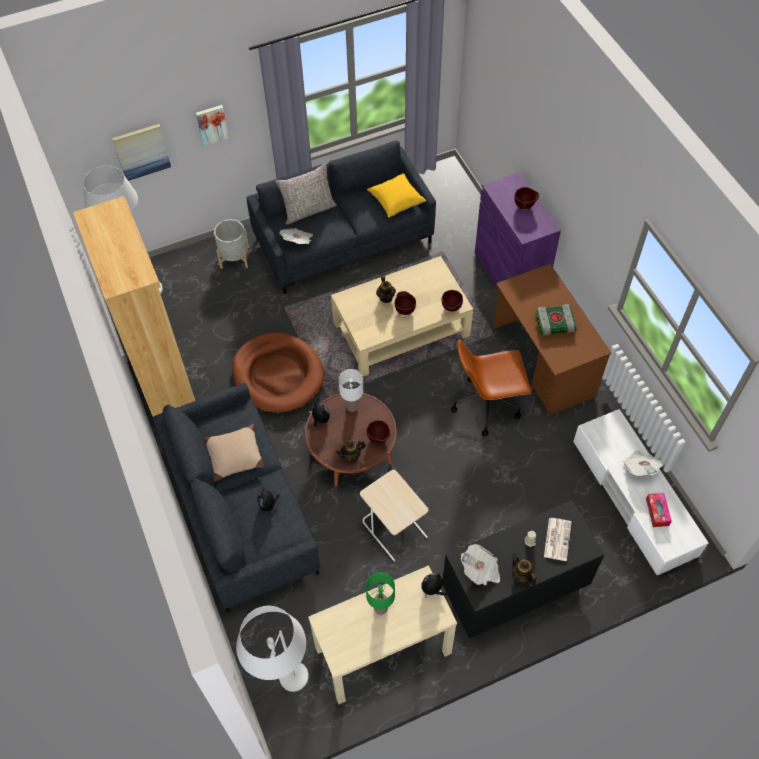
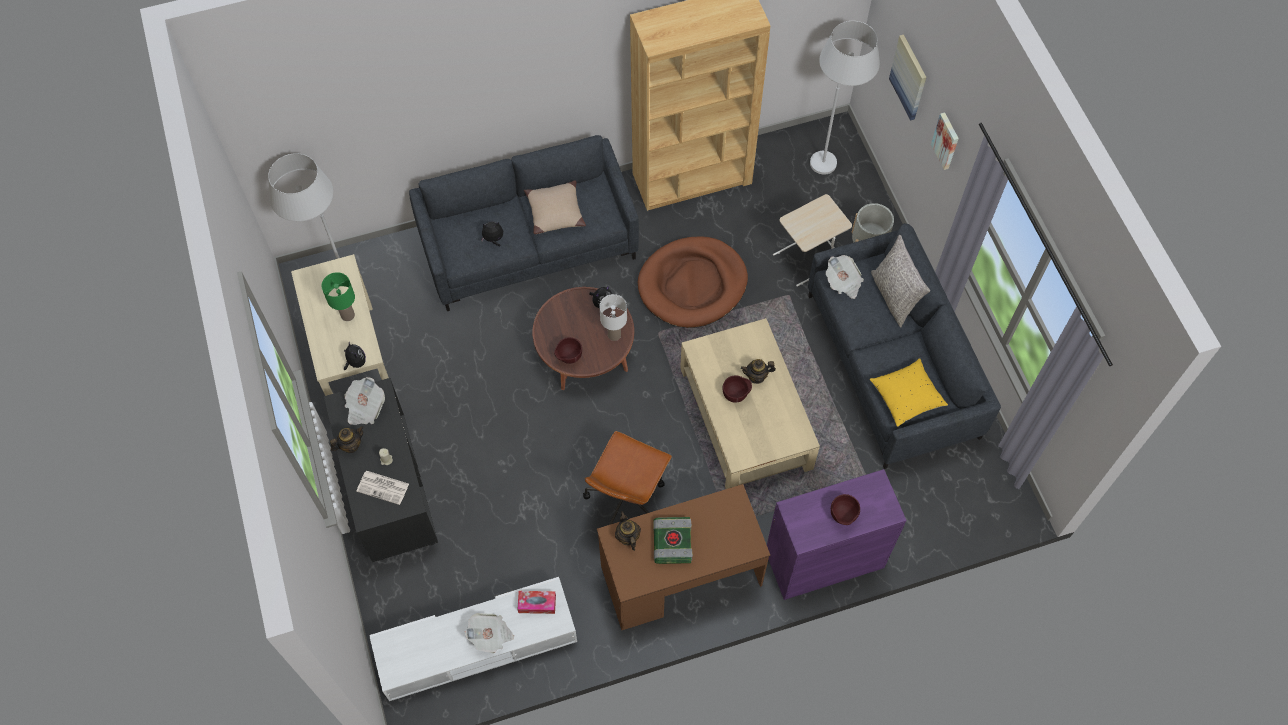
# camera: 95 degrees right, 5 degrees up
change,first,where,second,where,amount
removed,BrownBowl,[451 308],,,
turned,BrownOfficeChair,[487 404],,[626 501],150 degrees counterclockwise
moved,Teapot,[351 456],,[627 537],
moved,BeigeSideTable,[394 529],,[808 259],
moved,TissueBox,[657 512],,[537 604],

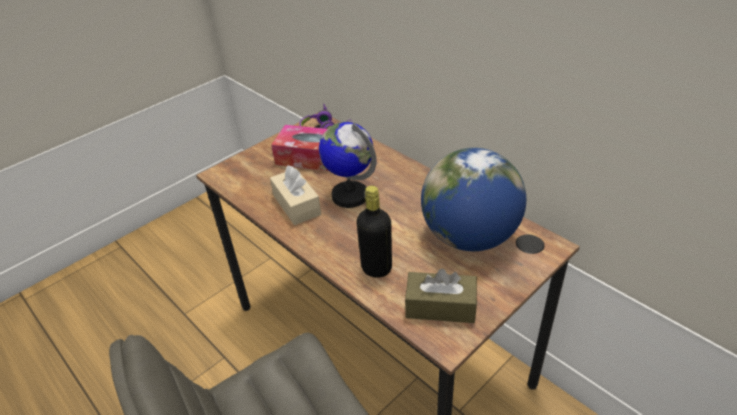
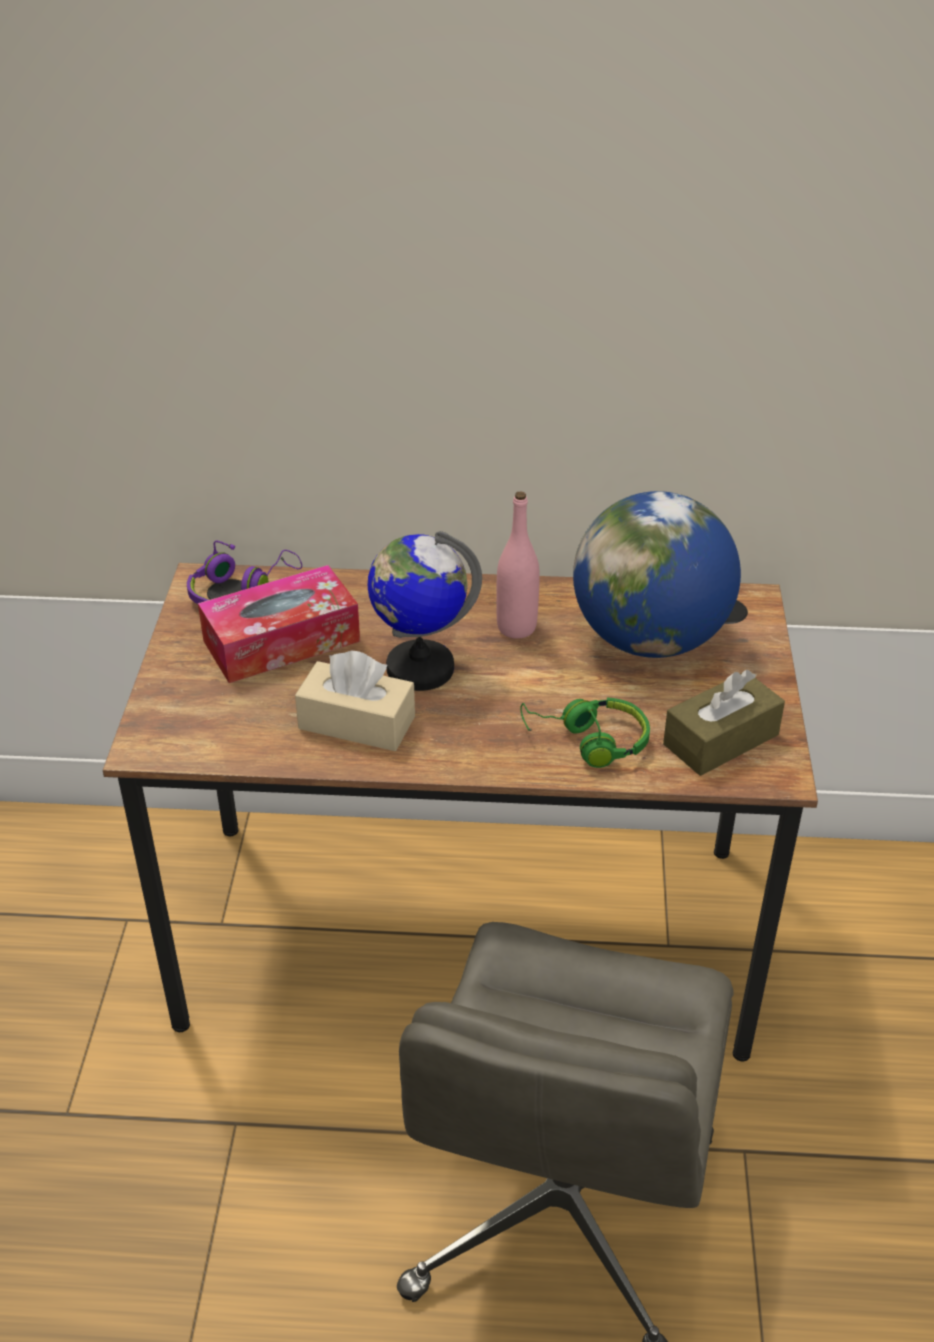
# camera: 45 degrees left, 0 degrees up
change,first,where,second,where,amount
replaced,BlackBottle,[376 268],GreenHeadphones,[588 741],
added,,,PinkBottle,[516 627],

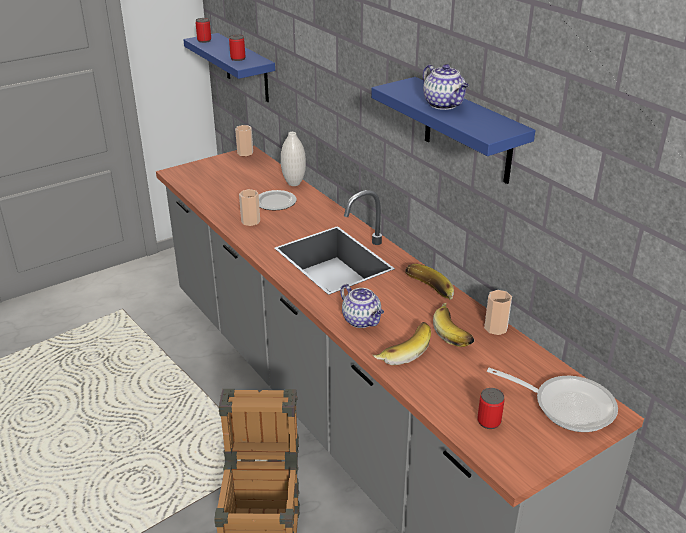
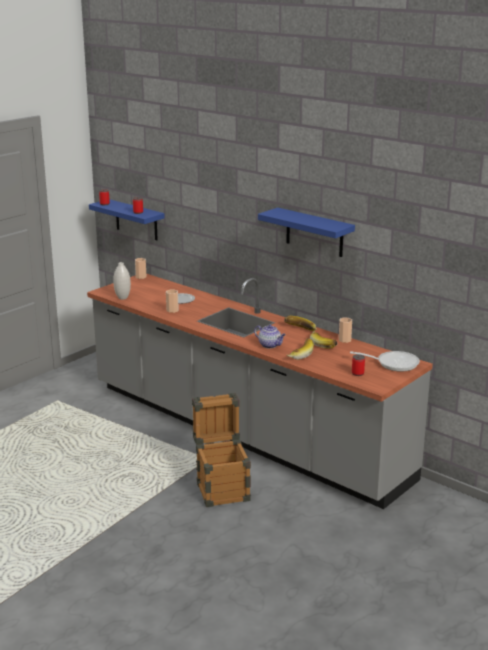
# camera: 15 degrees left, 10 degrees down
change,first,where,second,where,amount
removed,Teapot,[444 105],,,
moved,WhiteVase,[294 183],,[122 298],

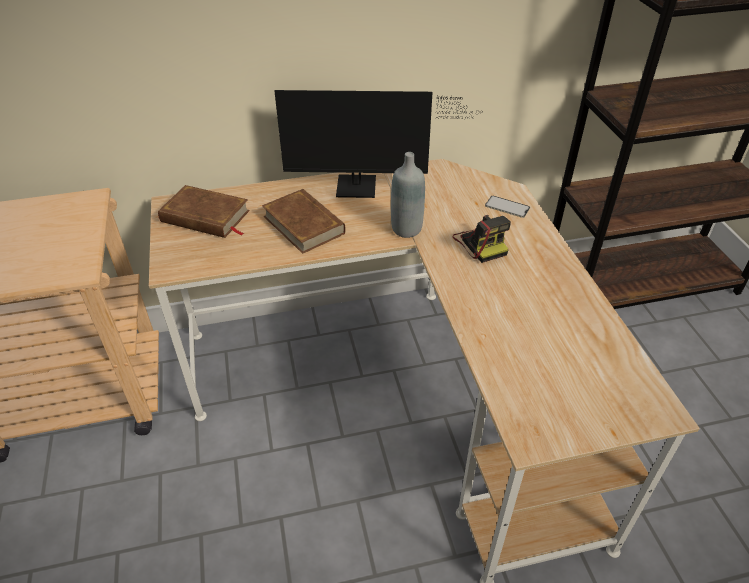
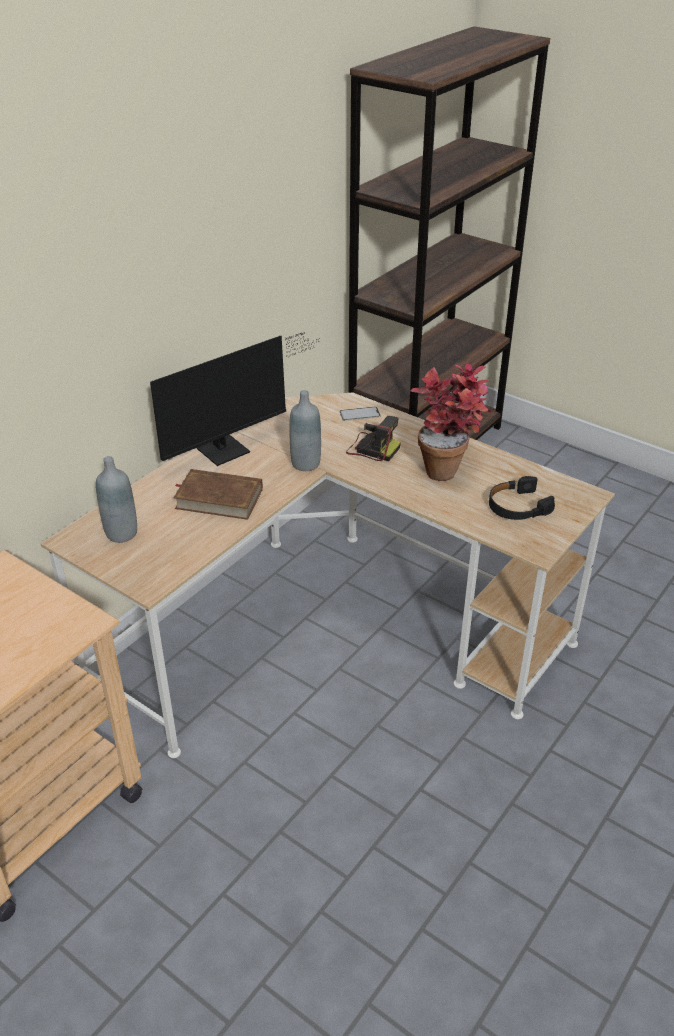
# camera: 40 degrees left, 5 degrees down
change,first,where,second,where,amount
replaced,BrownBook,[205 217],GreyBottle,[121 533],
added,,,PottedPlant,[449 468],
added,,,BlackHeadphones,[517 507],

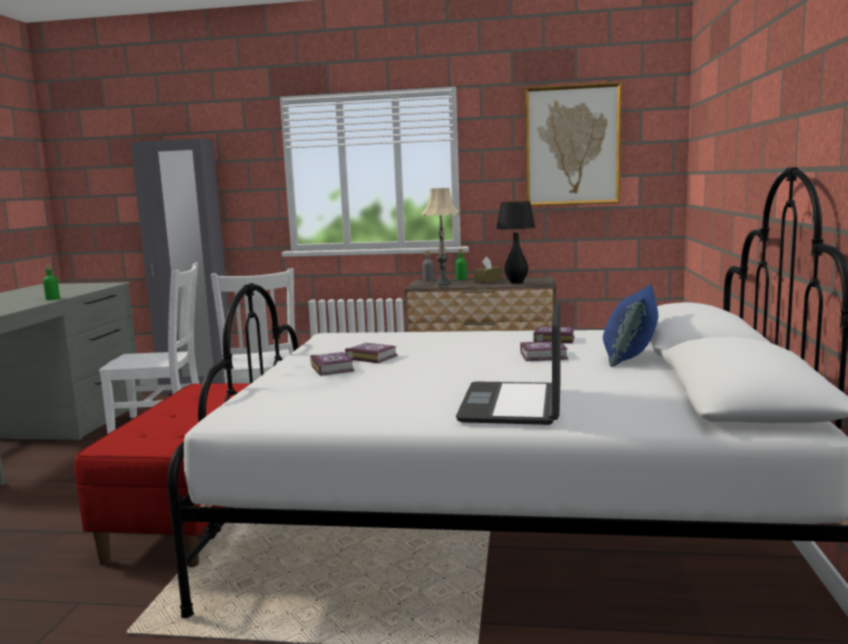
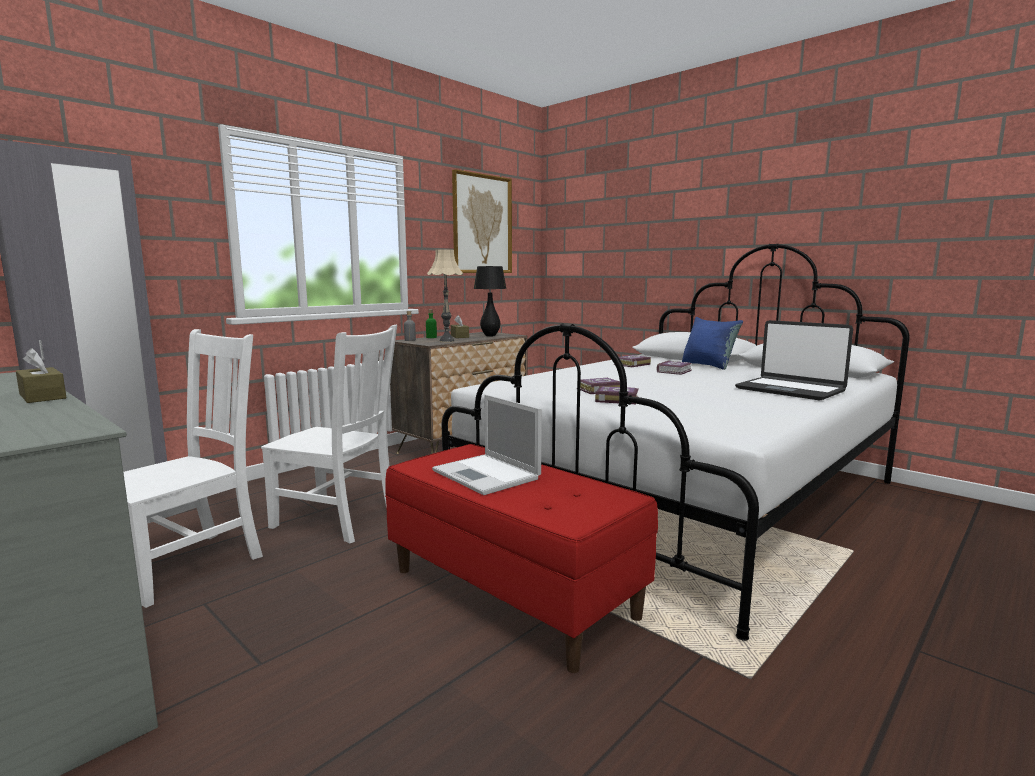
# camera: 55 degrees left, 0 degrees up
change,first,where,second,where,amount
replaced,GreenBottle,[52 299],BrownTissueBox,[42 396],
added,,,Laptop,[487 475],

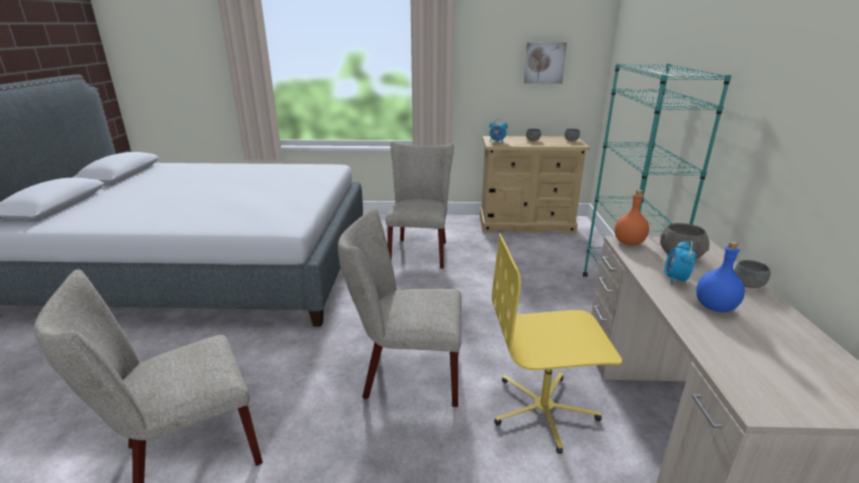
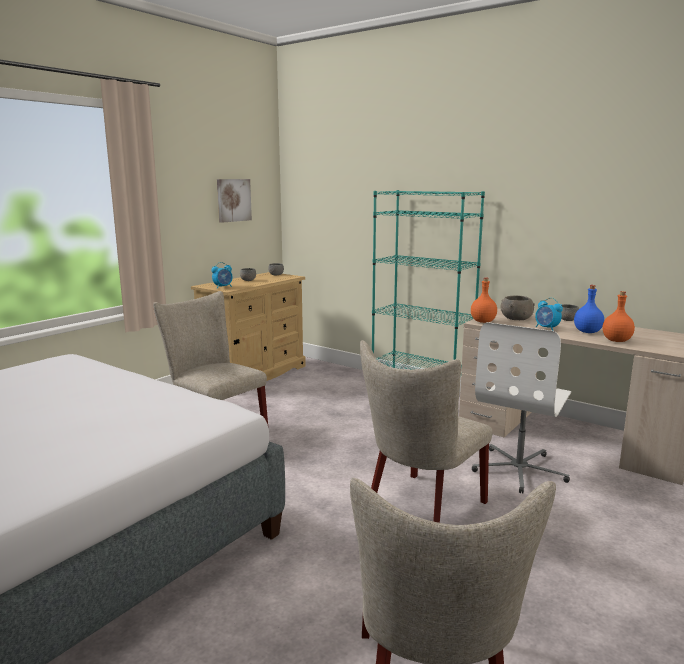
# camera: 55 degrees left, 10 degrees down
change,first,where,second,where,amount
recoloured,YellowOfficeChair,[544 410],WhiteOfficeChair,[519 470],
added,,,OrangeBottle,[616 341],

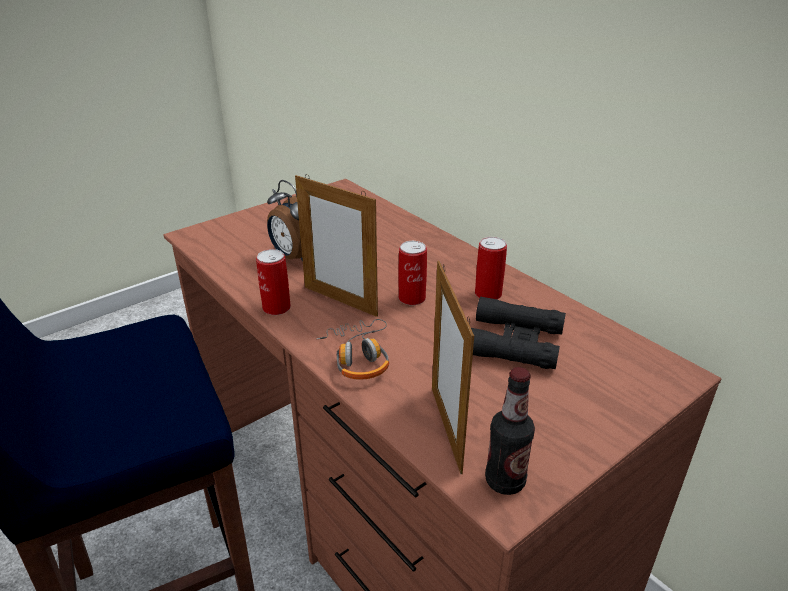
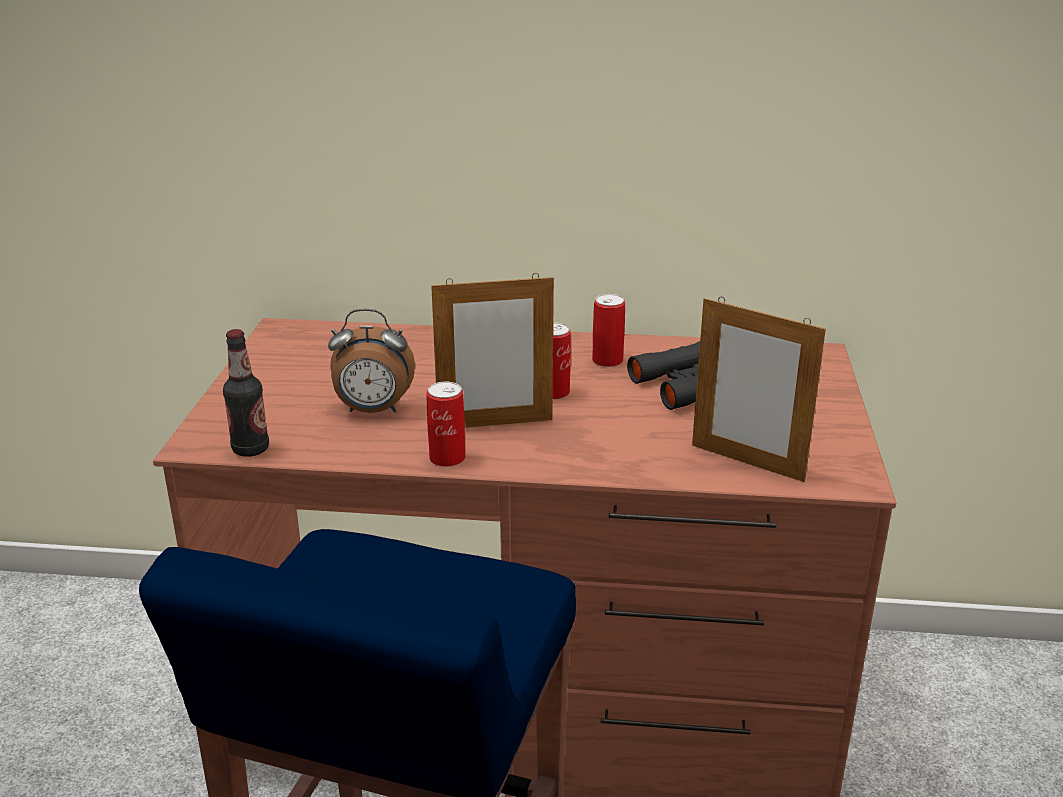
# camera: 45 degrees left, 5 degrees down
change,first,where,second,where,amount
removed,Headphones,[359 357],,,
moved,Bottle,[505 481],,[250 449],

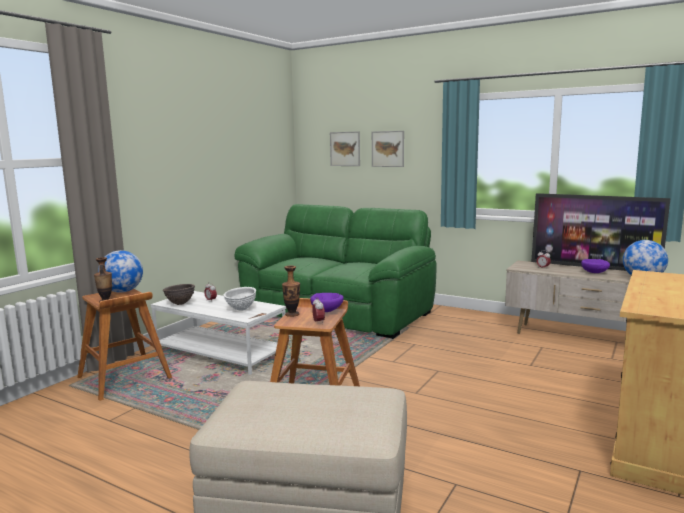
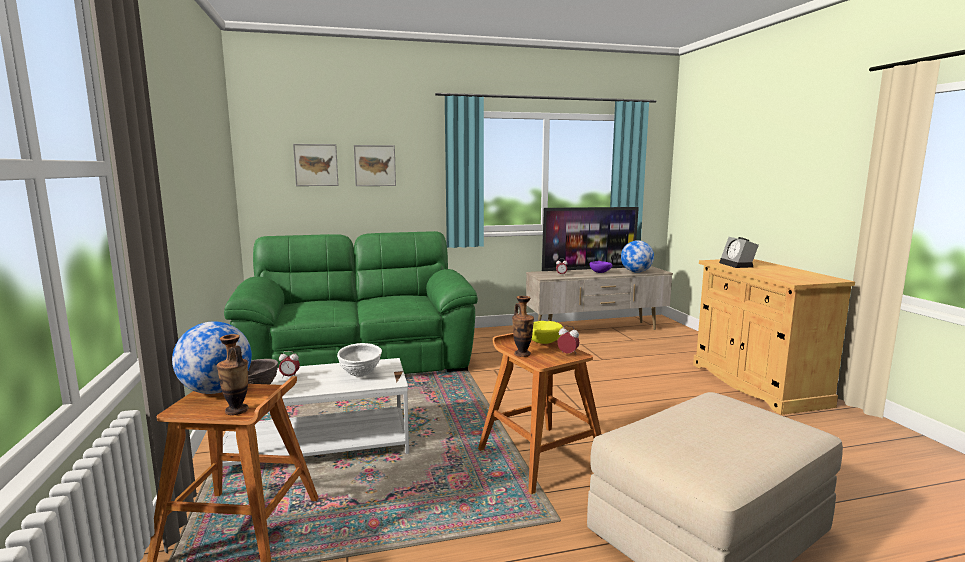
# camera: 45 degrees left, 0 degrees up
change,first,where,second,where,amount
recoloured,PurpleBowl,[327 311],YellowBowl,[543 342],
added,,,AlarmClock,[738 265],

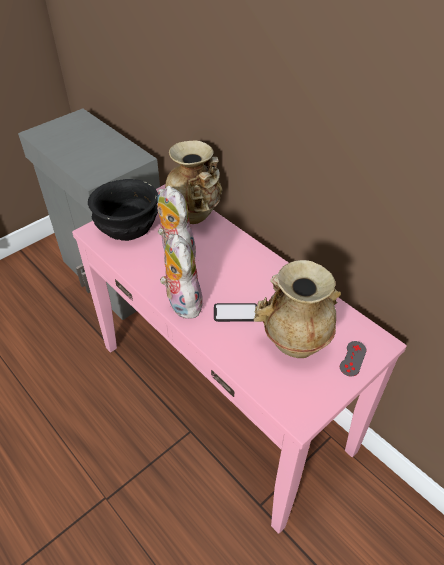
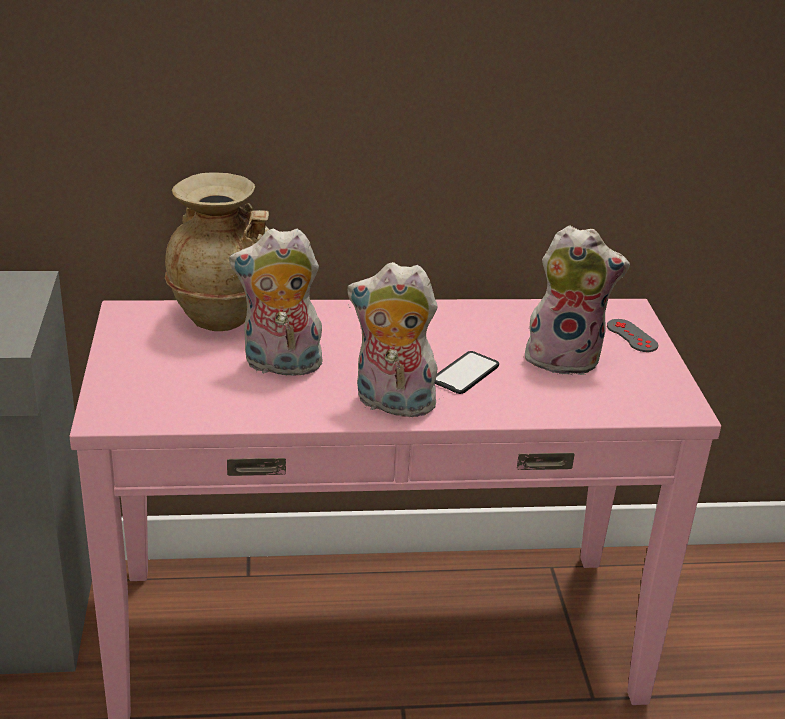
# camera: 55 degrees left, 15 degrees down
change,first,where,second,where,amount
removed,BlackBowl,[126 227],,,
replaced,BeigeVase,[294 342],PlushToy,[564 358],

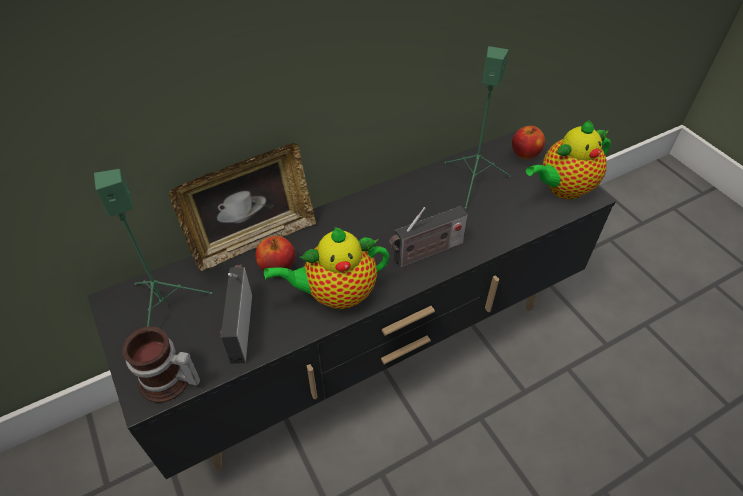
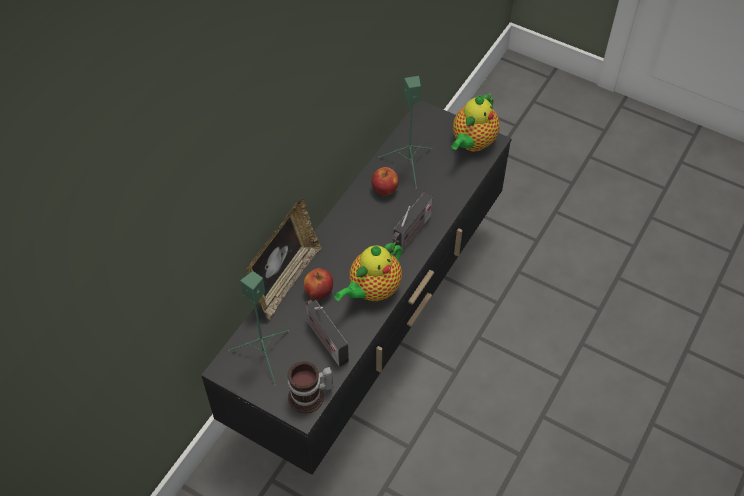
# camera: 30 degrees left, 5 degrees up
change,first,where,second,where,amount
moved,Apple,[525 154],,[384 189],

